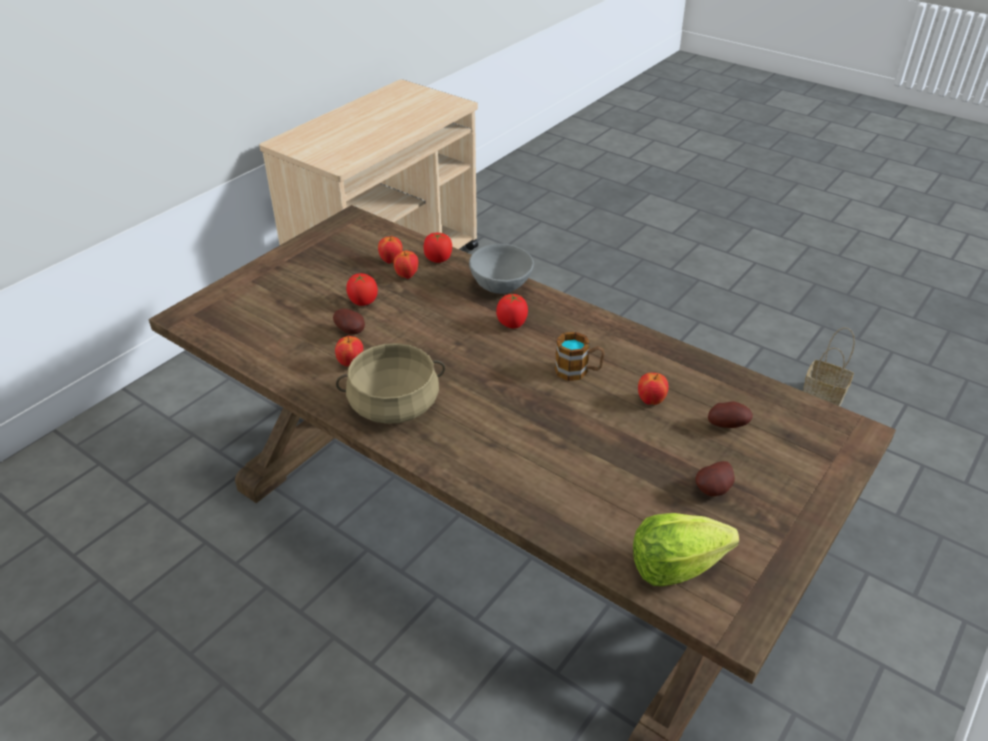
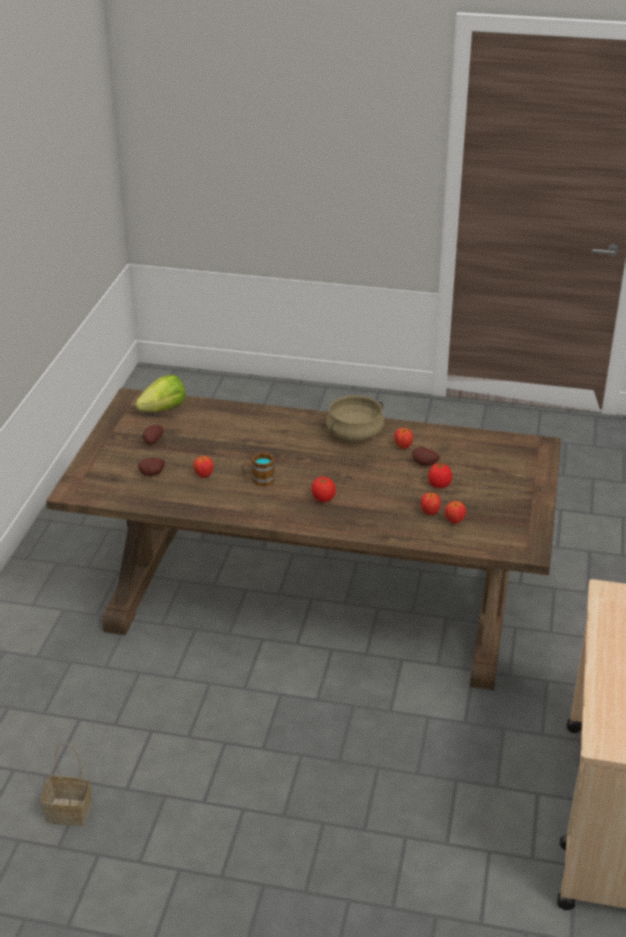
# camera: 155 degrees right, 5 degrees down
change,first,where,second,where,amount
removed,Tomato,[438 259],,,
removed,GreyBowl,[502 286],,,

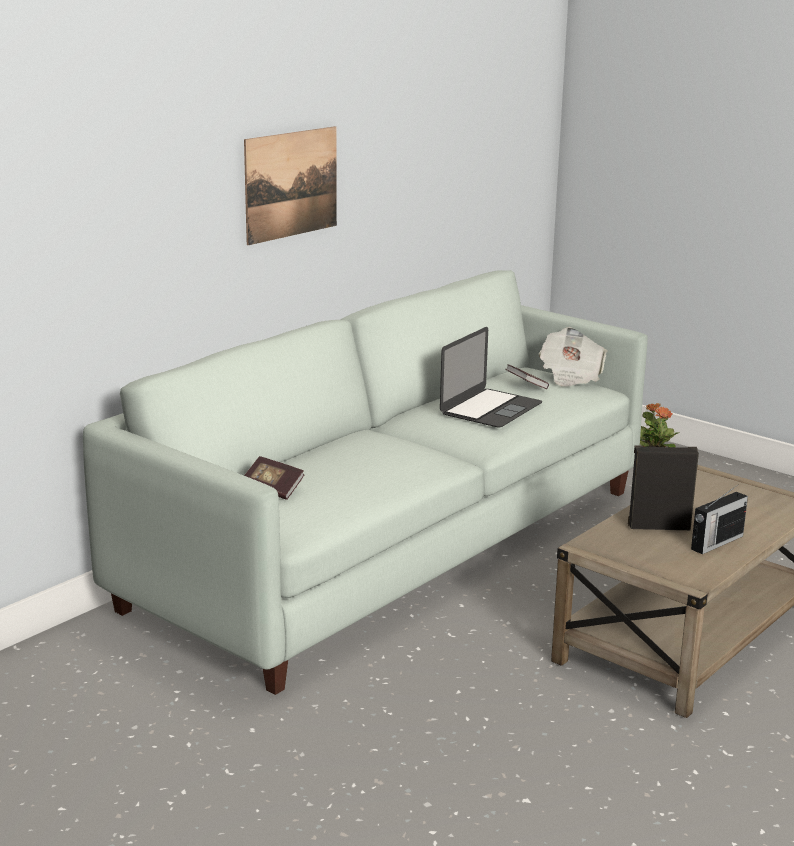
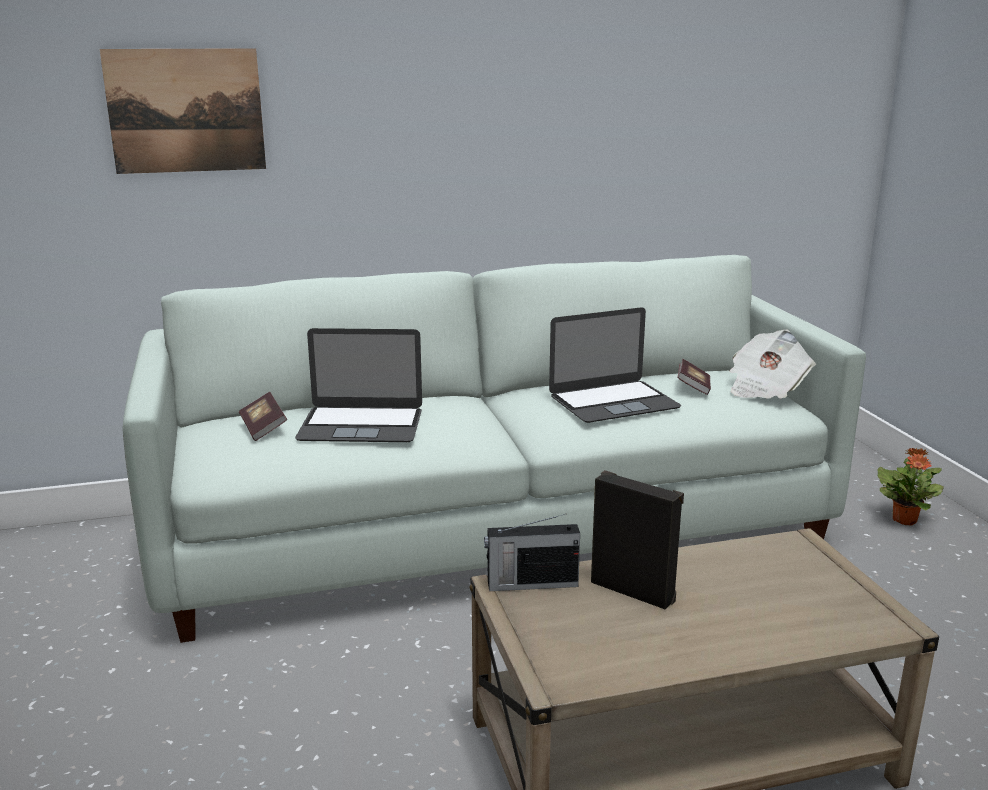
# camera: 35 degrees right, 0 degrees up
change,first,where,second,where,amount
moved,Picture,[291 184],,[186 111],
moved,Radio,[716 543],,[530 583],
added,,,Laptop,[361 425],

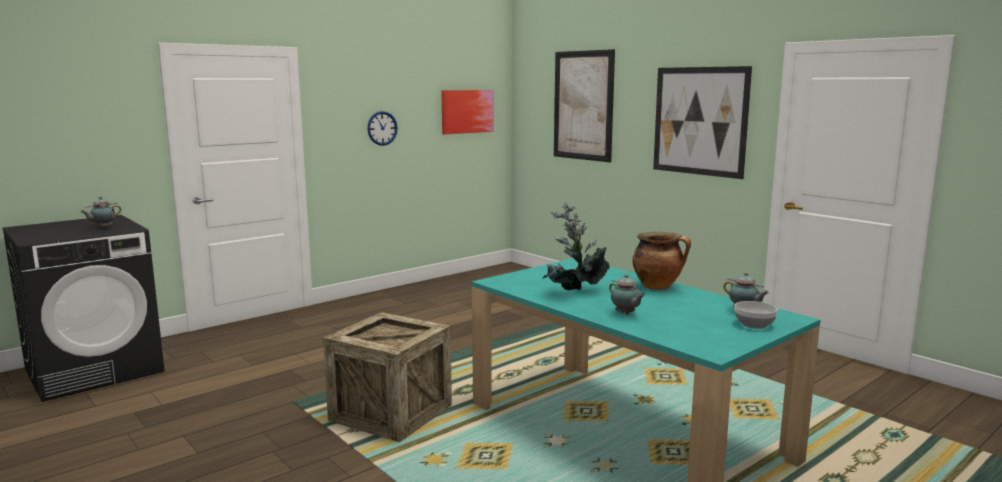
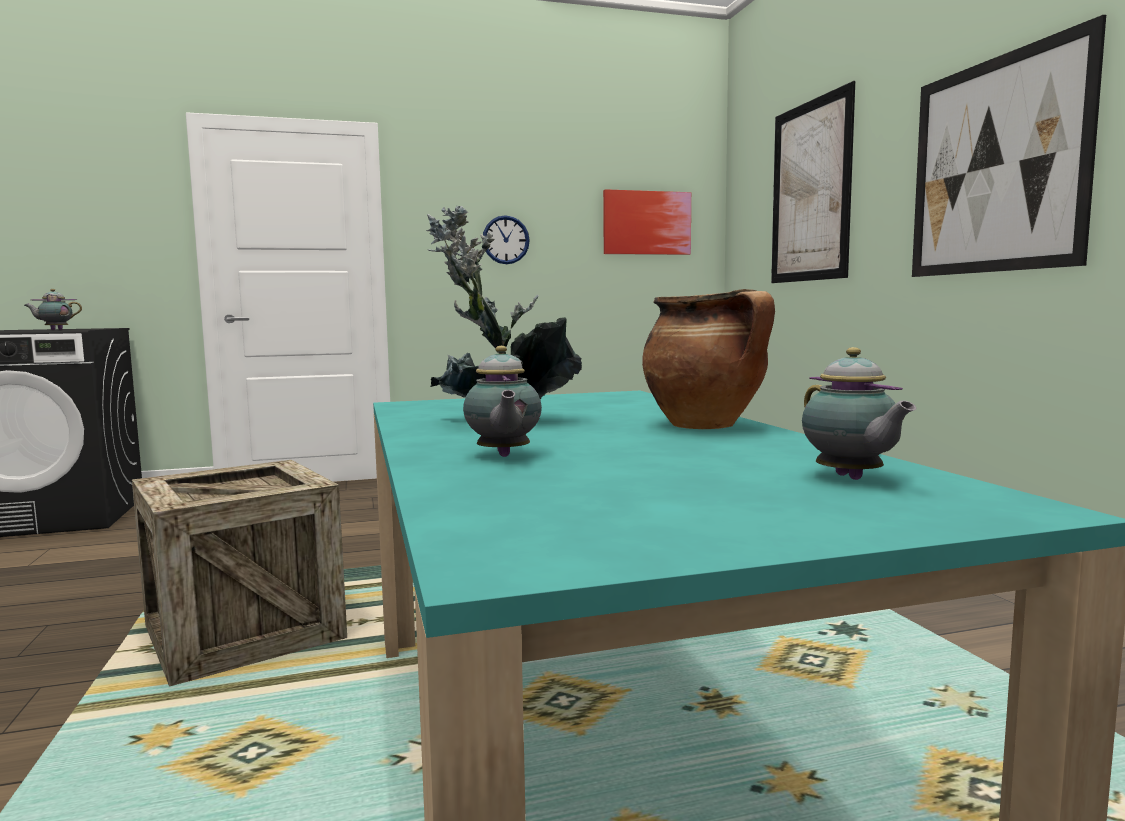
# camera: 25 degrees right, 5 degrees down
change,first,where,second,where,amount
removed,Bowl,[755 325],,,

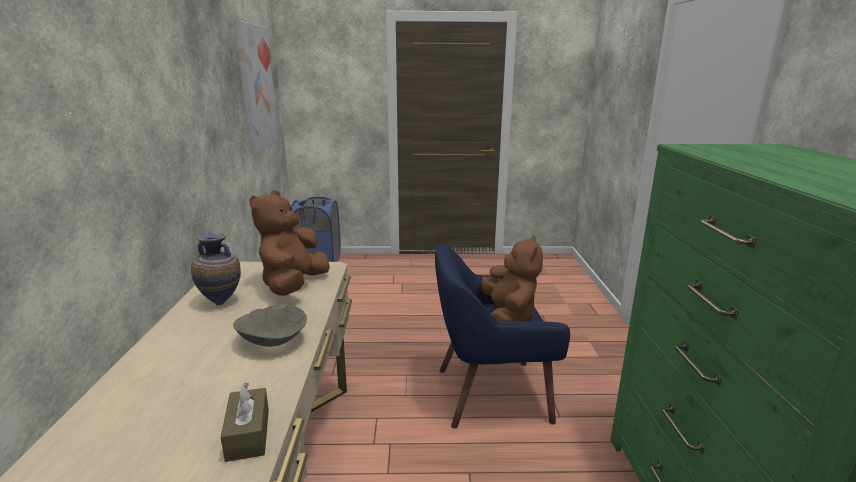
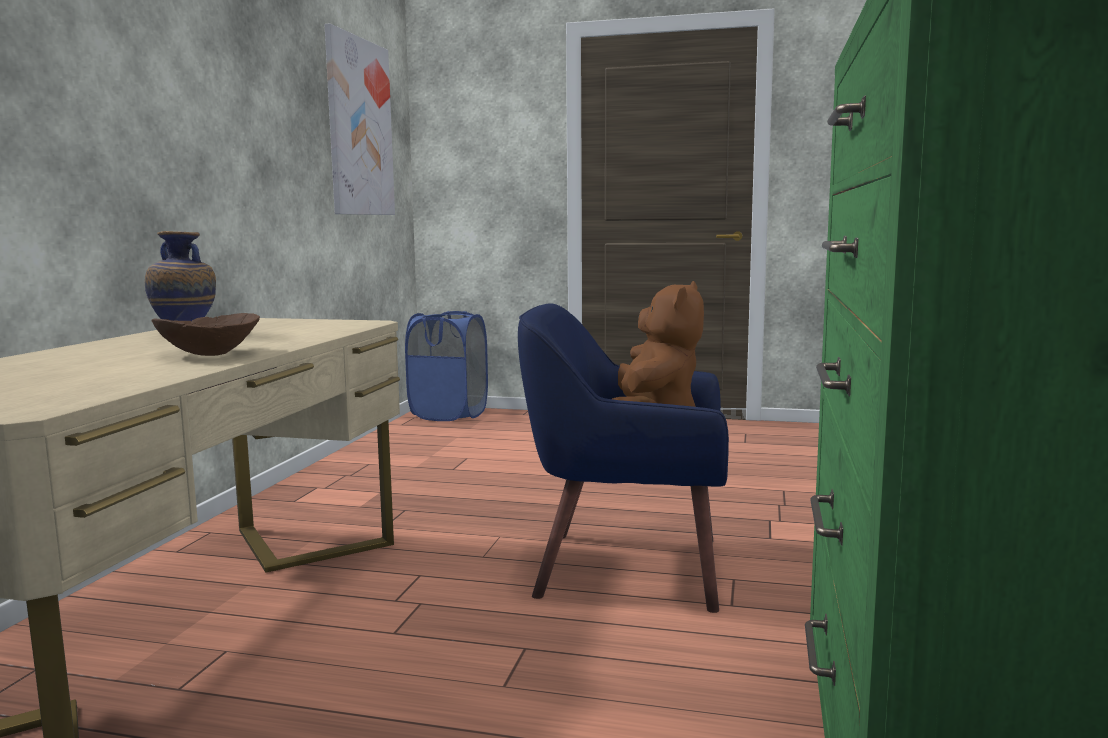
# camera: 15 degrees right, 10 degrees down
change,first,where,second,where,amount
removed,BrownPlushToy,[293 286],,,
recoloured,GreyBowl,[272 341],BrownBowl,[208 354],
removed,BrownTissueBox,[248 434],,,

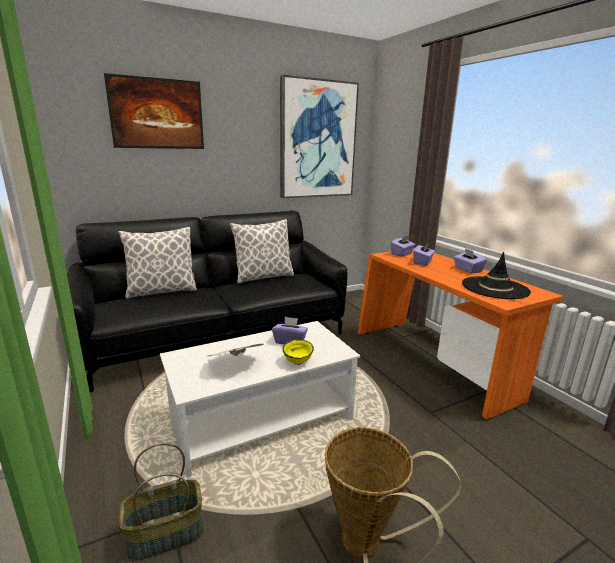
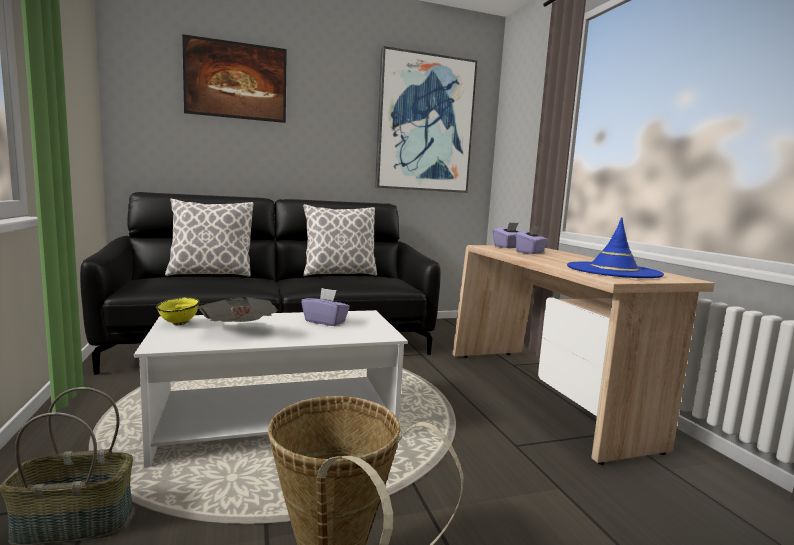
# camera: 10 degrees right, 10 degrees down
change,first,where,second,where,amount
recoloured,OrangeDesk,[433 363],BeigeDesk,[544 395],
removed,PurpleTissueBox,[467 270],,,
recoloured,BlackHat,[495 288],BlueHat,[613 271],
moved,YellowBowl,[298 362],,[179 324],

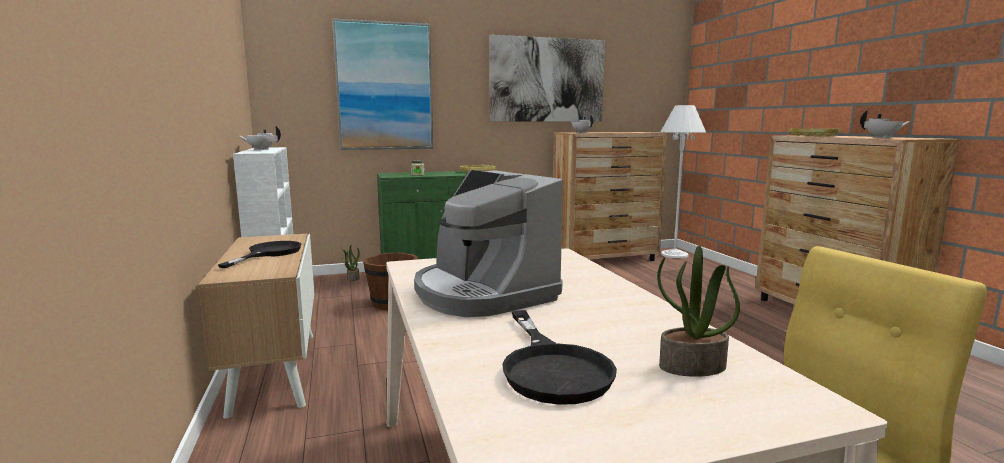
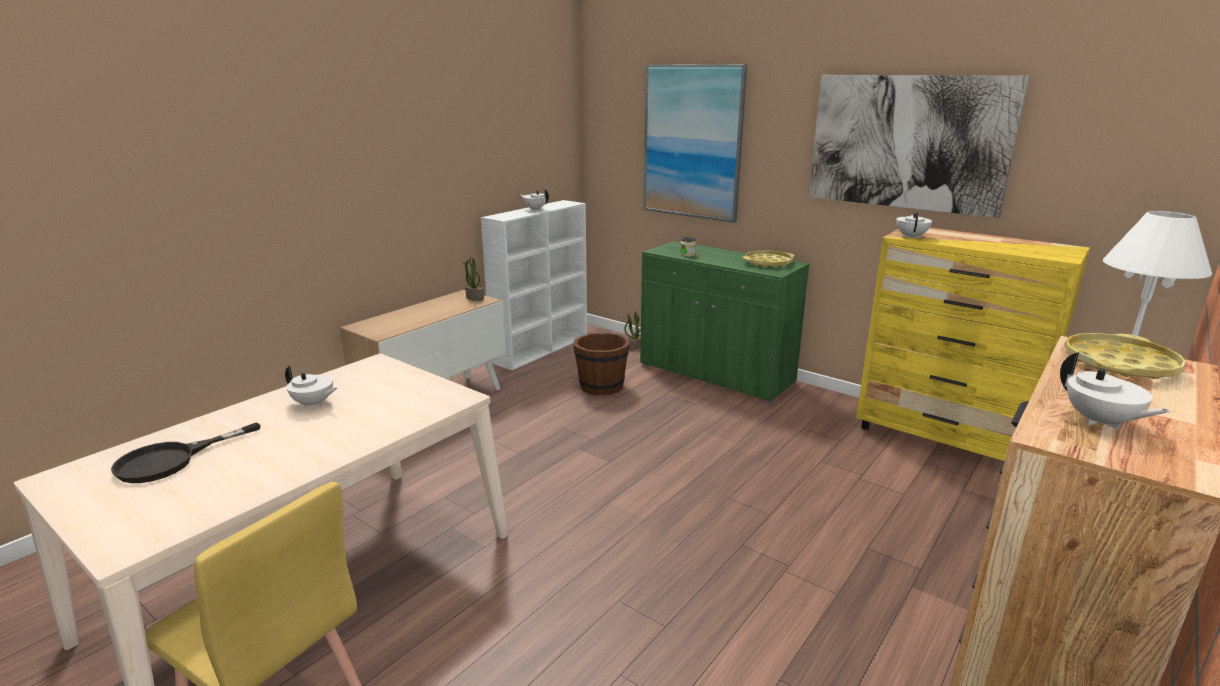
# camera: 55 degrees right, 10 degrees up
change,first,where,second,where,amount
recoloured,BrownDresser,[605 259],YellowDresser,[944 438],
replaced,CoffeeMachine,[482 293],WhiteTeapot,[313 404],
removed,BlackFryingPan,[269 253],,,
moved,PottedPlant,[692 367],,[474 298],

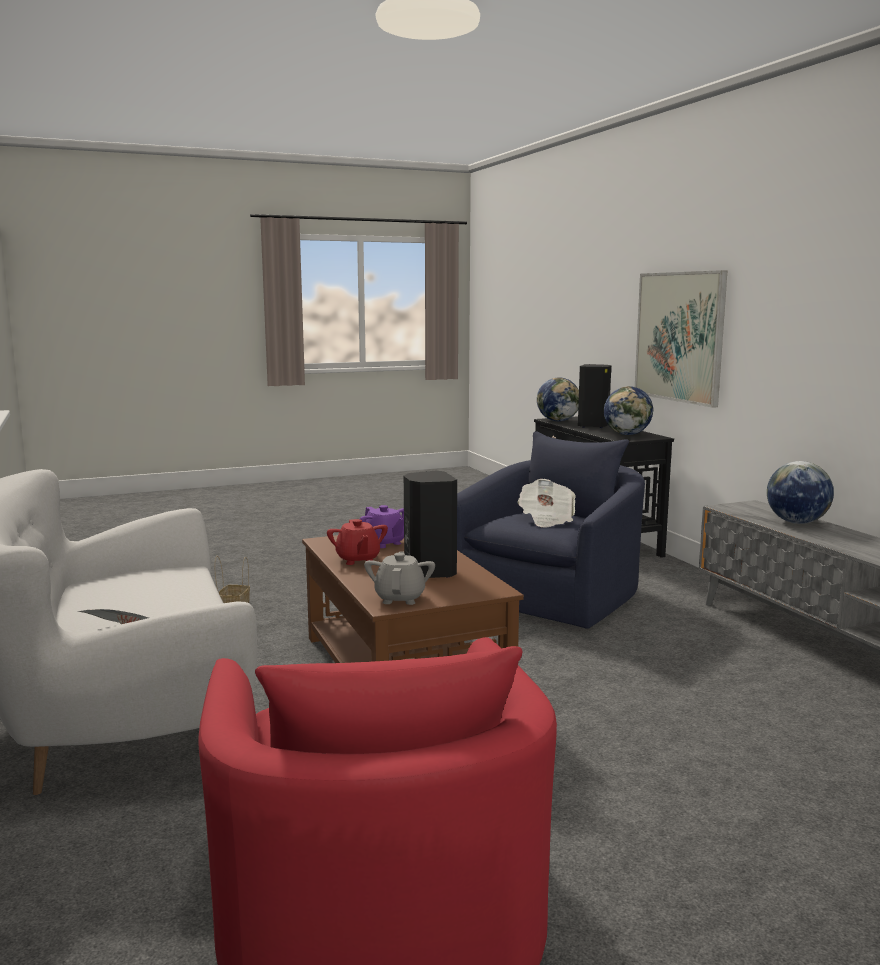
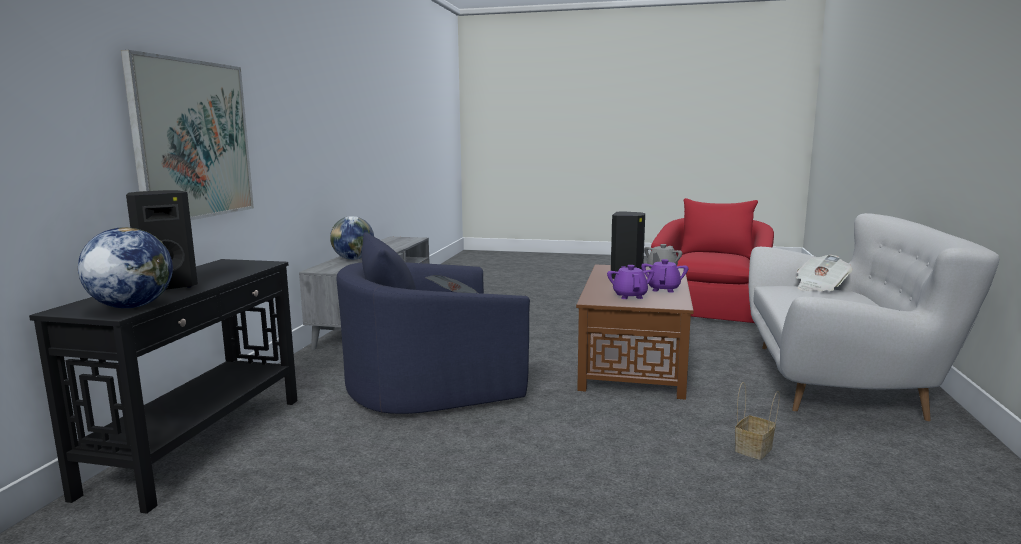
# camera: 145 degrees left, 0 degrees up
change,first,where,second,where,amount
removed,Globe,[627 434],,,
recoloured,RedTeapot,[358 560],PurpleTeapot,[663 289],

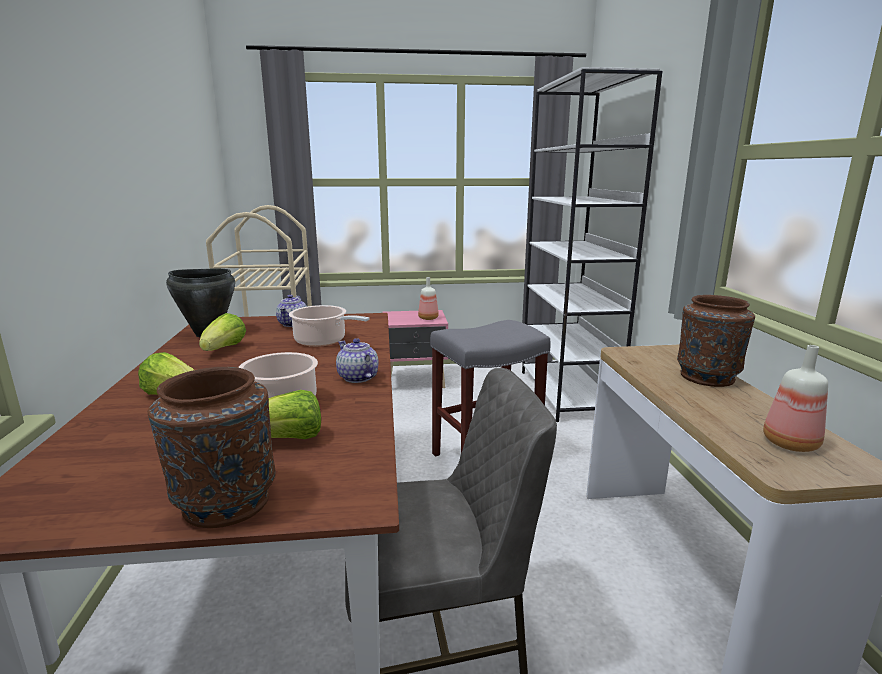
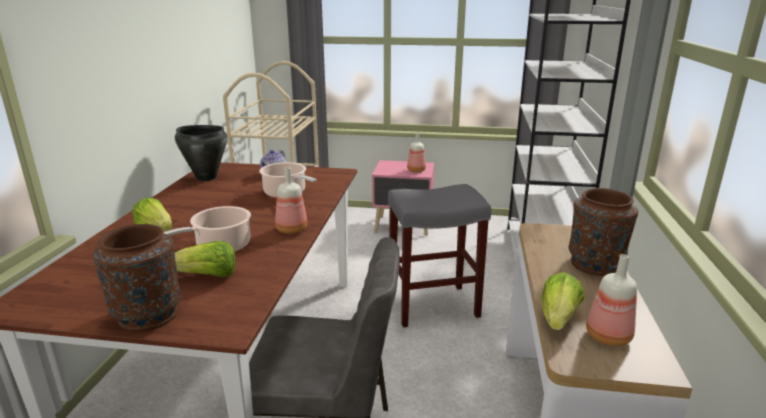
# camera: 15 degrees right, 5 degrees up
change,first,where,second,where,amount
moved,Lettuce,[224 349],,[558 318],
replaced,Teapot,[357 377],Bottle,[291 230],

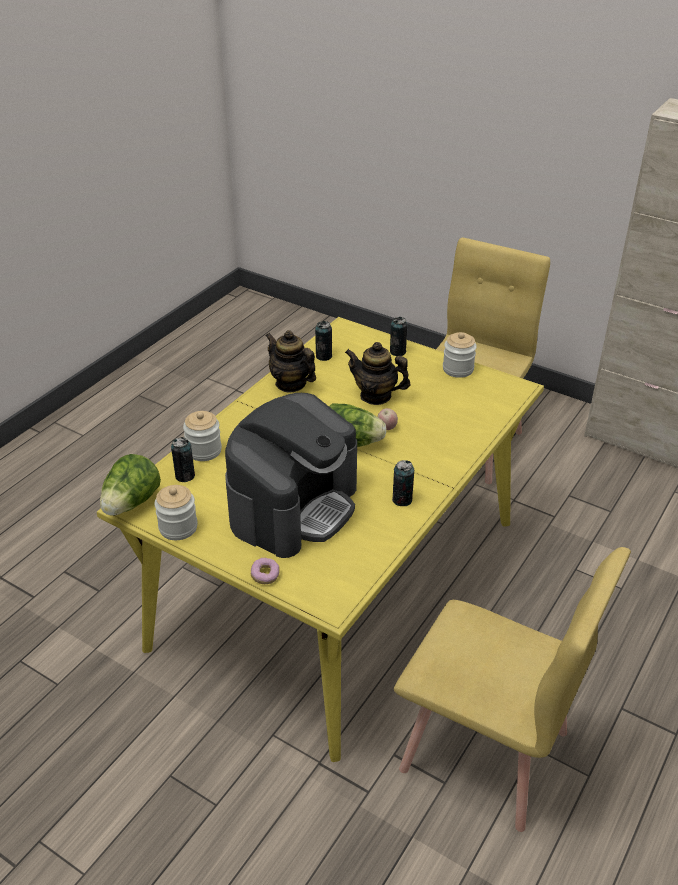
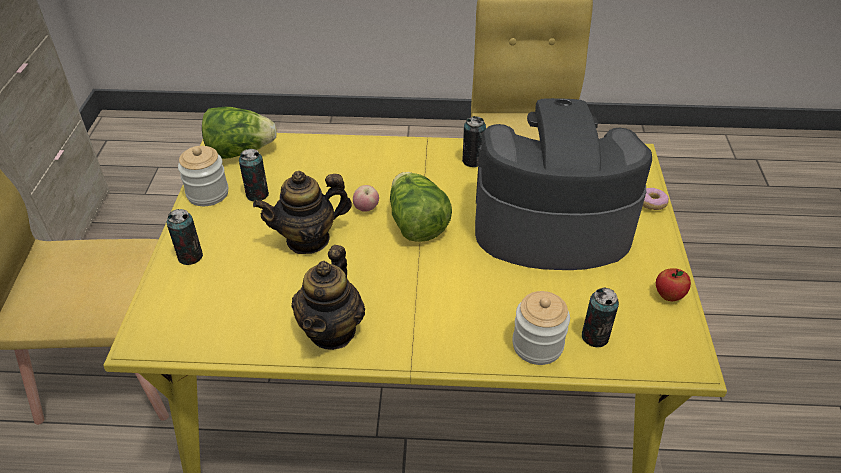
# camera: 120 degrees left, 5 degrees up
change,first,where,second,where,amount
moved,Can,[323 356],,[257 194],
turned,Teapot,[376 396],,[308 239],75 degrees clockwise
moved,Lettuce,[131 503],,[240 151],
replaced,Jar,[178 527],Apple,[668 295],

